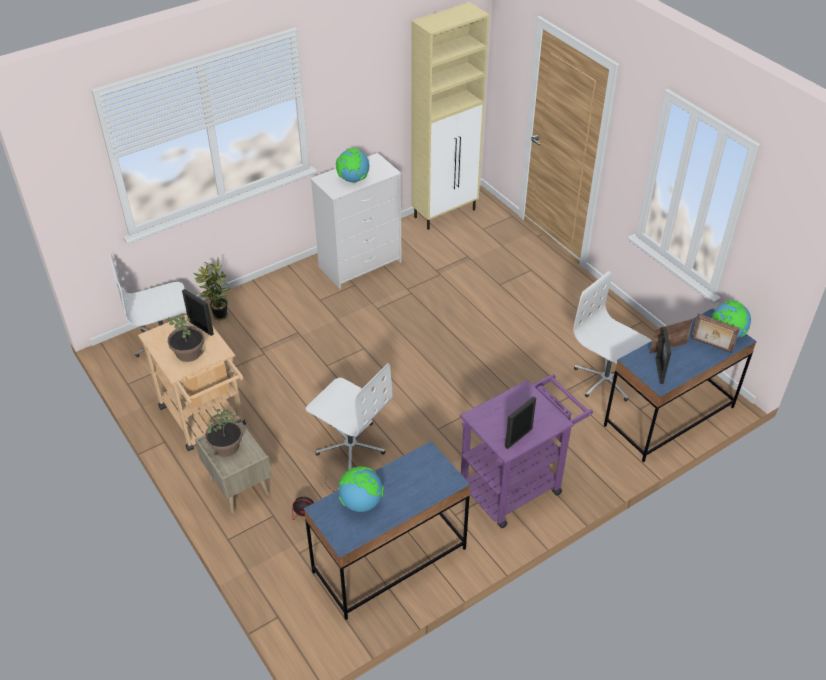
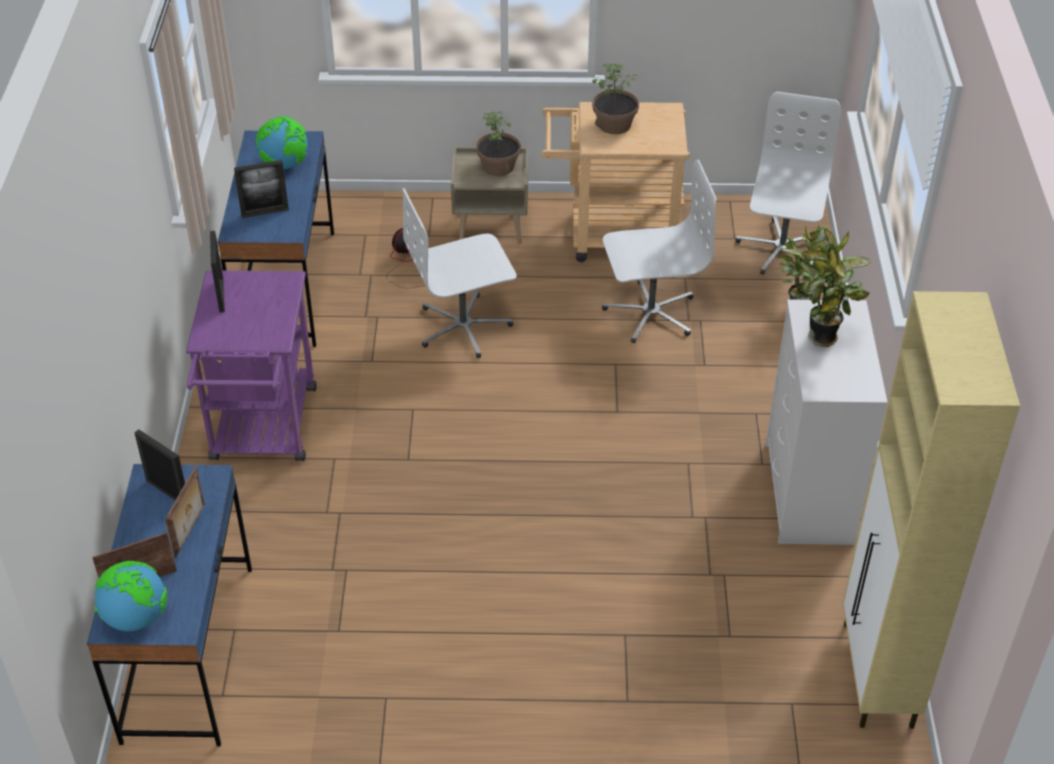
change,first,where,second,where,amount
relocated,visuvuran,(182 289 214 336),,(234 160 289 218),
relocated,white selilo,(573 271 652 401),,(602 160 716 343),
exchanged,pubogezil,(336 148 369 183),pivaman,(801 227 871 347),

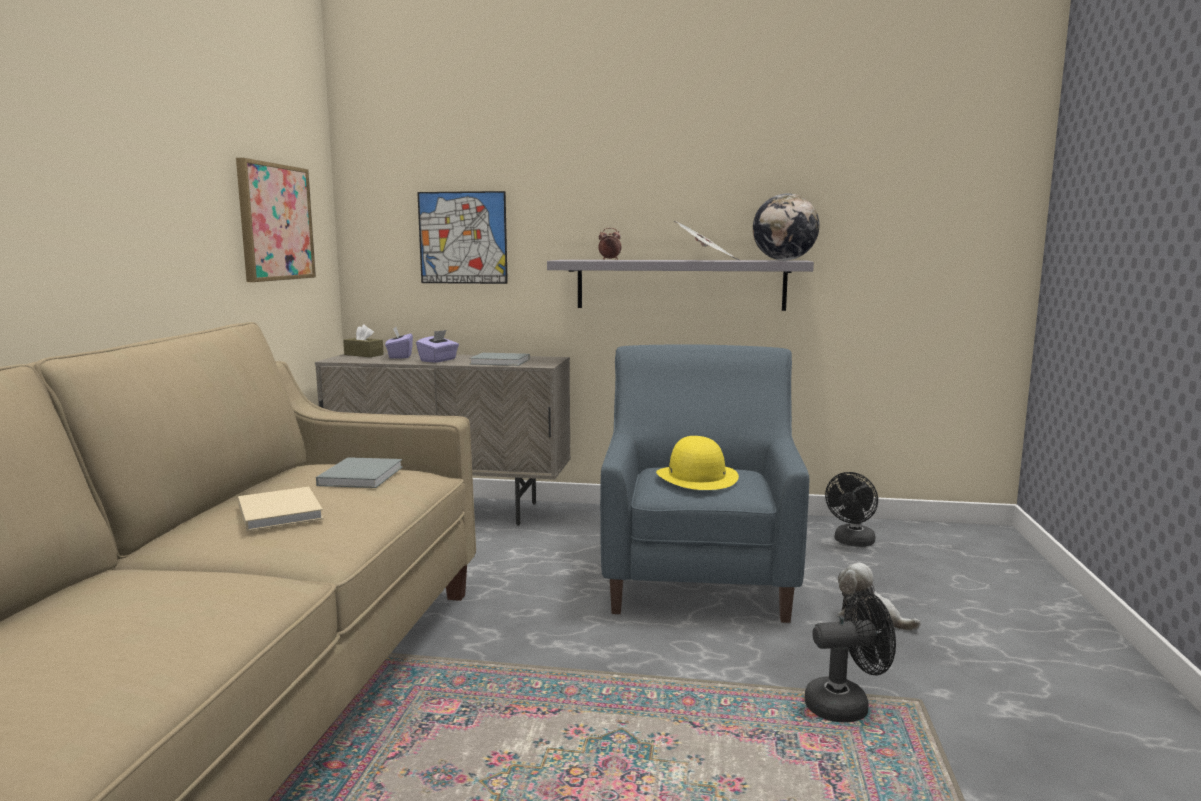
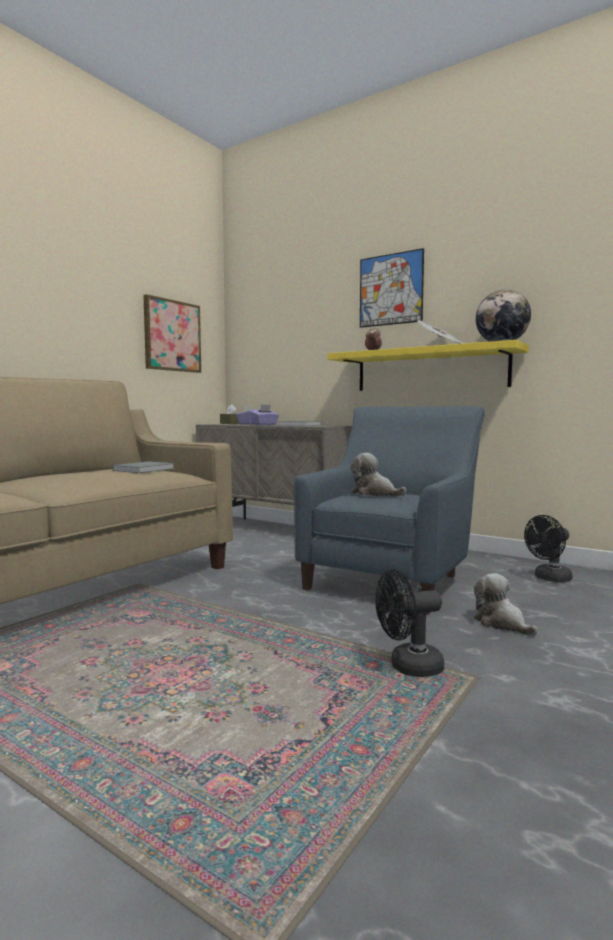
change,first,where,second,where,amount
colour,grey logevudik,(547 260 814 311),yellow logevudik,(327 340 529 391),
exchanged,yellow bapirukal,(656 436 739 490),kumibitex,(350 453 406 496),
relocated,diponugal,(417 191 508 284),,(360 248 424 328),
spun,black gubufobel,(805 591 896 722),,(375 569 444 677),150 degrees clockwise
missing,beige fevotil,(238 487 323 531),,,

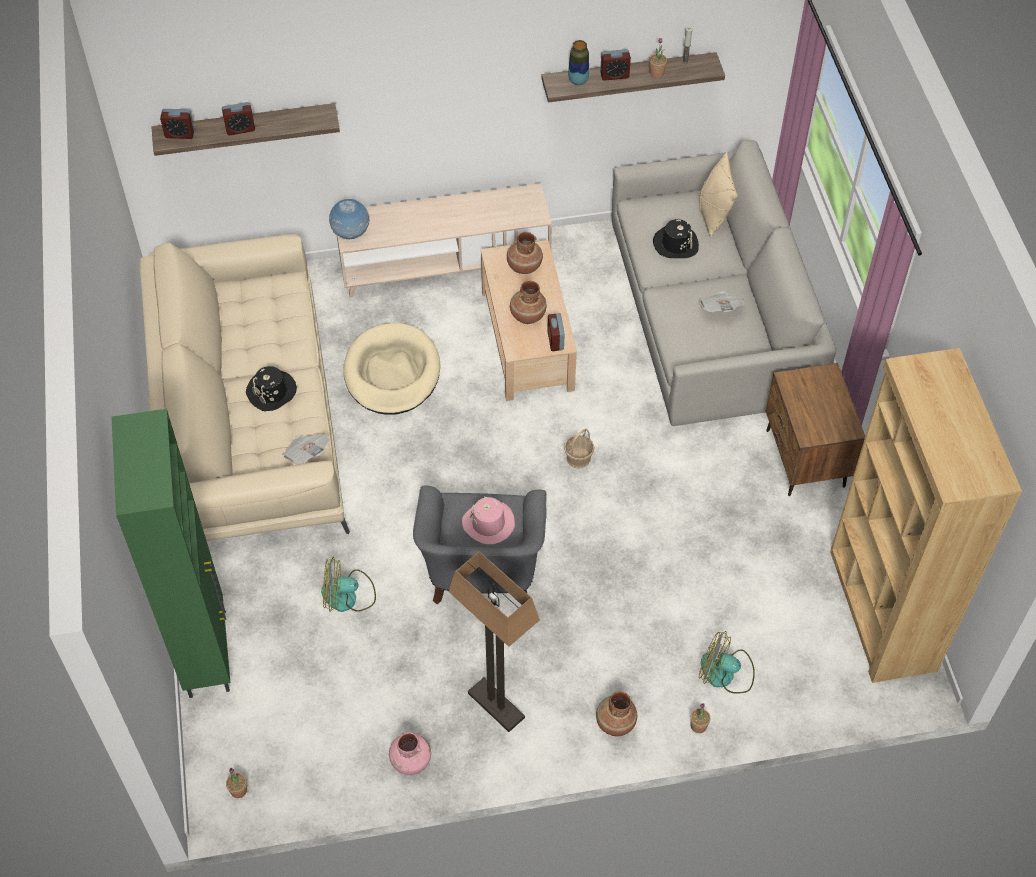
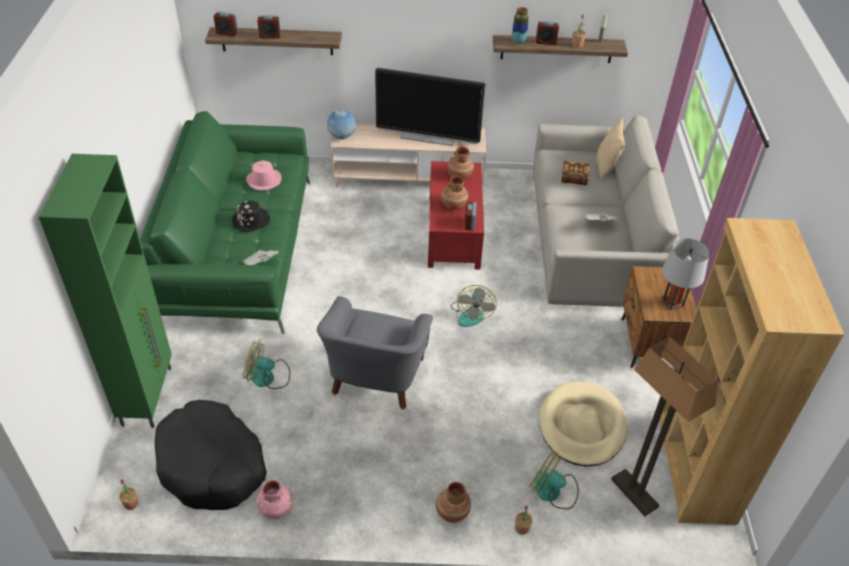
change,first,where,second,where,amount
colour,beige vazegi,(139 234 350 541),green vazegi,(140 111 310 335),
appeared,,,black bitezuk,(155 400 267 510),
relocated,pink bapirukal,(462 496 515 545),,(246 160 282 190),
appeared,,,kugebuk,(375 68 485 146),
colour,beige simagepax,(481 240 577 401),red simagepax,(428 161 484 270),
exchanged,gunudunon,(564 429 594 469),gubufobel,(451 285 497 327),
relocated,beige bitezuk,(343 323 440 415),,(539 381 627 467),
exchanged,black bapirukal,(653 219 699 258),fevotil,(561 161 590 186),
relocated,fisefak,(448 551 540 732),,(611 337 718 516),
appeared,,,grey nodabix,(662 238 709 310),

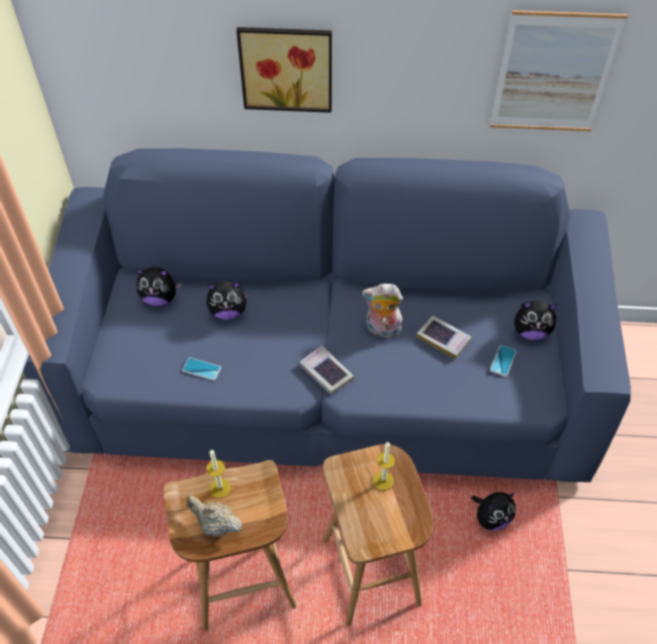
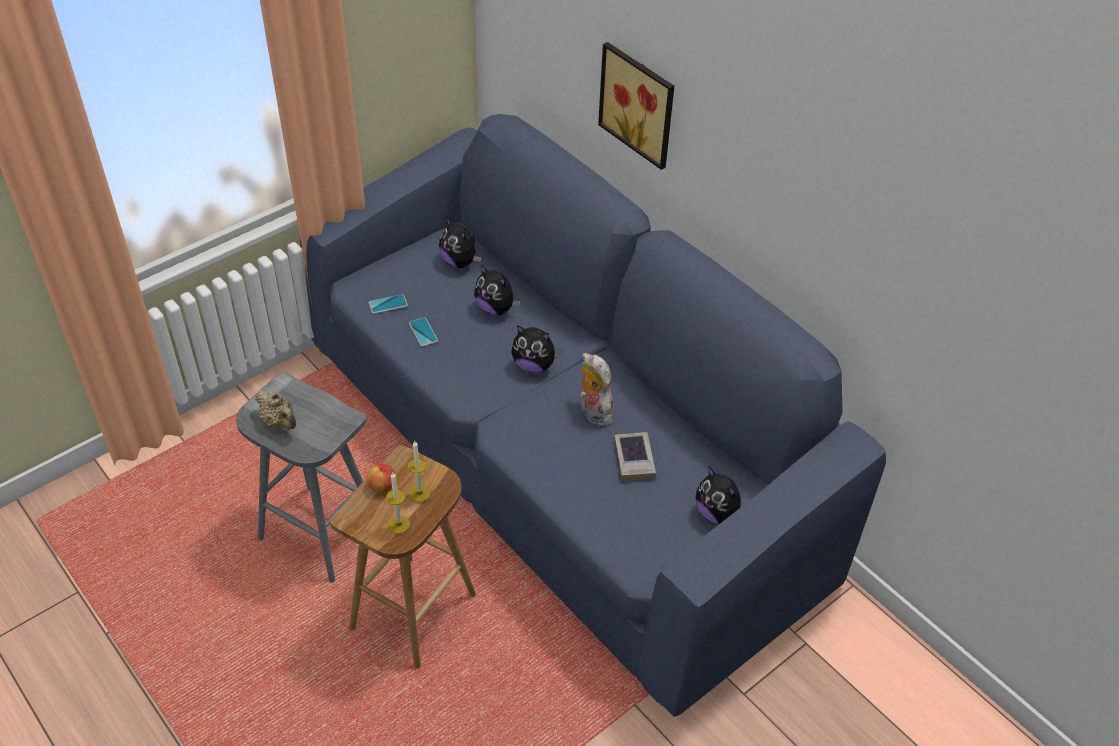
change,first,where,second,where,amount
colour,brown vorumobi,(163 460 297 631),grey vorumobi,(236 372 367 583),
spun,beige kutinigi,(186 496 243 536),,(255 390 296 429),150 degrees clockwise
appeared,,,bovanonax,(367 464 395 492),
relocated,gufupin,(490 345 517 376),,(369 294 408 314),
relocated,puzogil,(206 450 231 498),,(386 473 410 534),
relocated,kumibitex,(471 492 516 531),,(511 325 562 373),
missing,fevotil,(299 346 354 395),,,
missing,diponugal,(490 10 628 131),,,

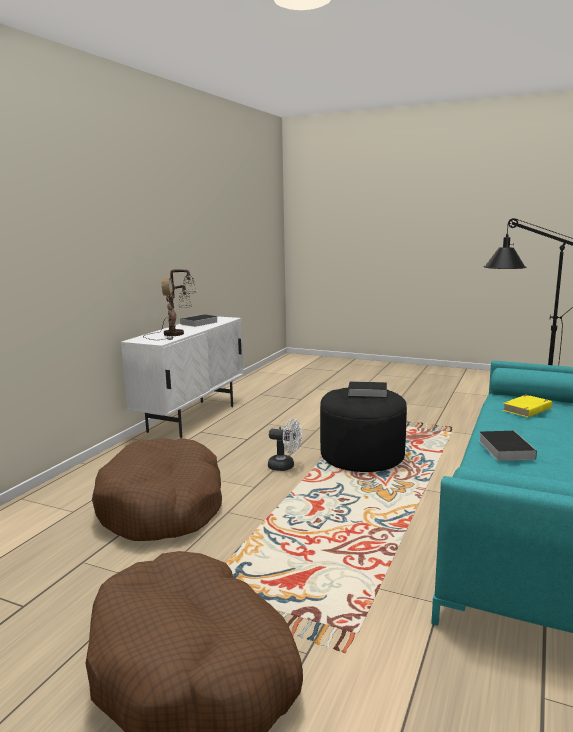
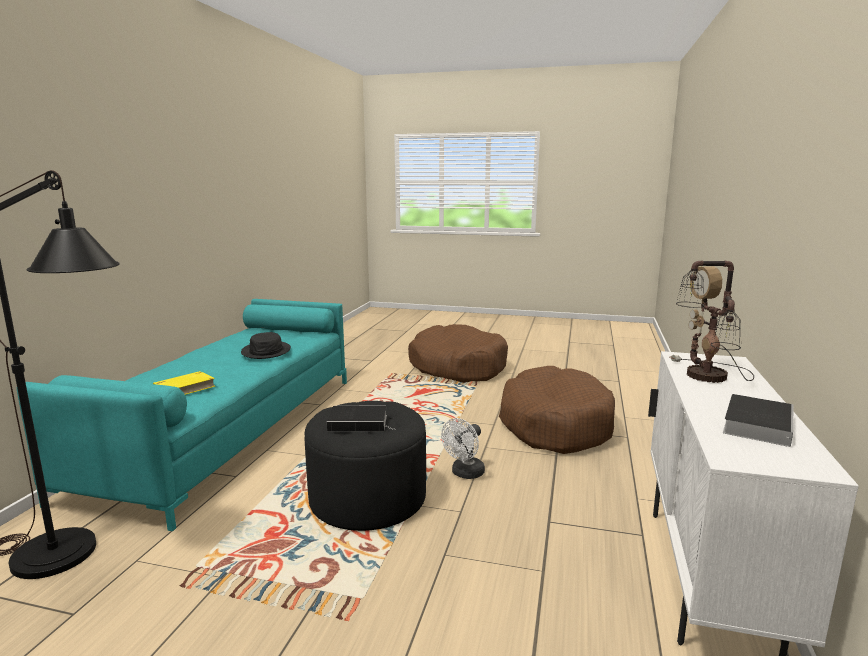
change,first,where,second,where,amount
exchanged,fevotil,(479 431 537 461),black bapirukal,(241 332 291 359),
spun,white gubufobel,(268 419 302 471),,(441 418 485 479),60 degrees counterclockwise

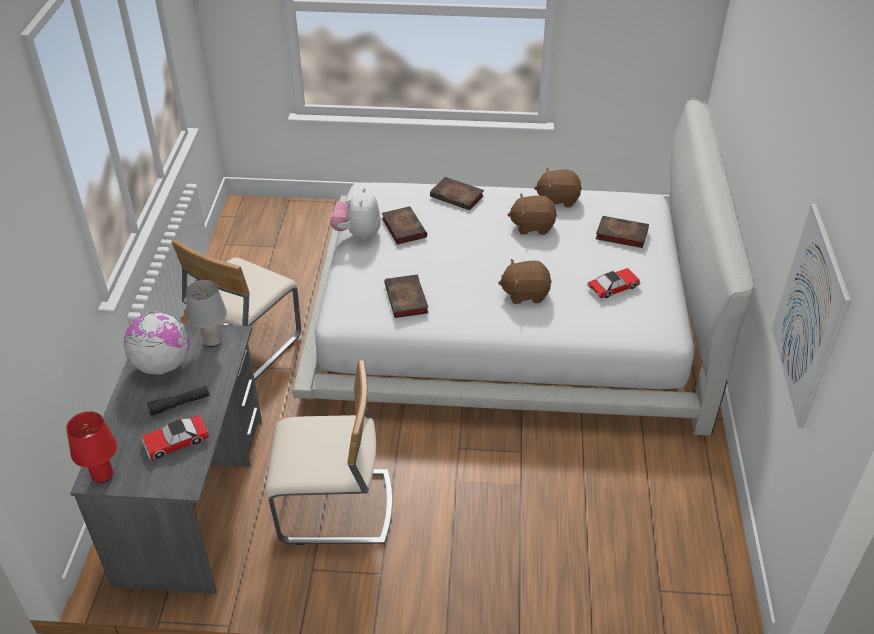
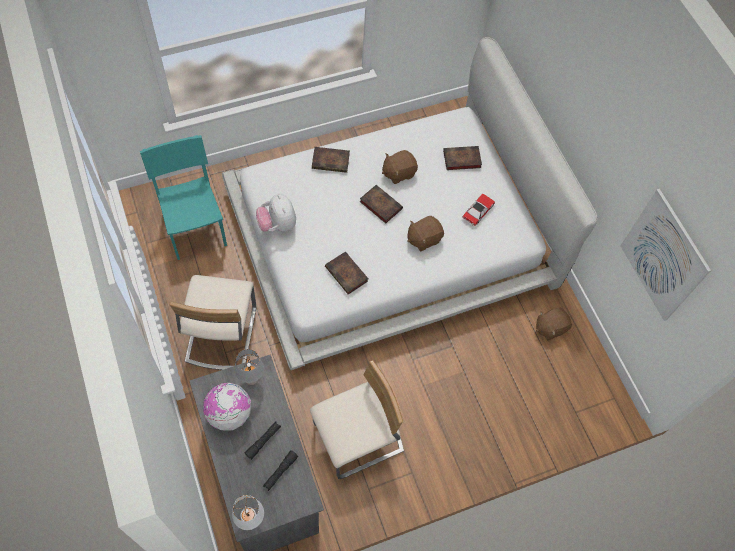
change,first,where,second,where,amount
appeared,,,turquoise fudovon,(140 135 227 260),
colour,red nodabix,(66 411 117 483),white nodabix,(232 495 264 530),
exchanged,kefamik,(141 415 210 459),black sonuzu,(263 450 298 491),
relocated,fevotil,(382 206 427 245),,(360 185 403 223),
relocated,brown kumibitex,(534 168 582 207),,(536 307 572 340),

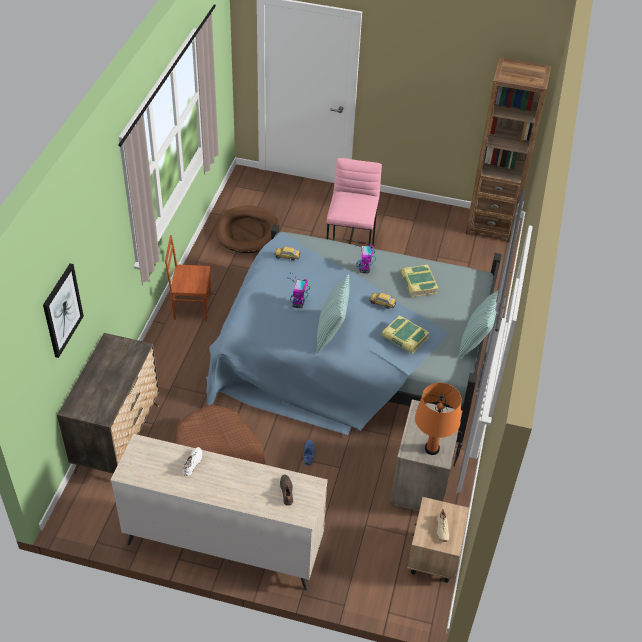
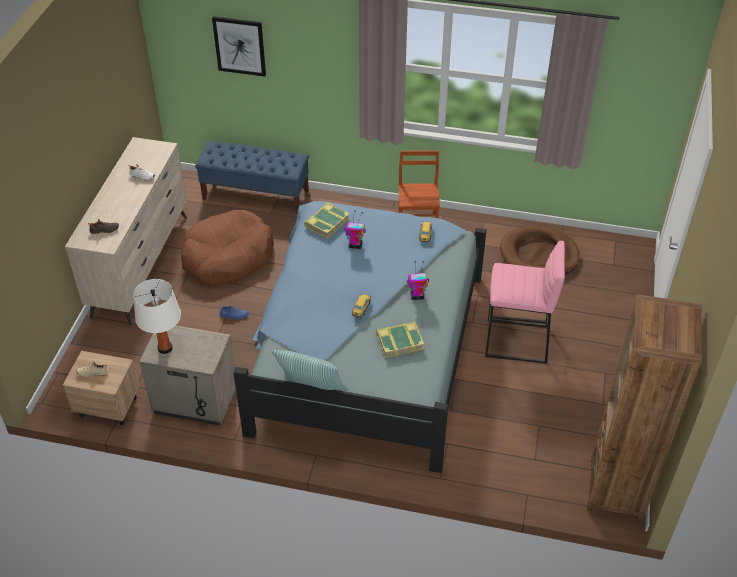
change,first,where,second,where,amount
colour,orange nodabix,(415 383 461 455),white nodabix,(133 279 181 354),
exchanged,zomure,(57 333 160 474),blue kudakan,(195 141 309 214),
relocated,fevotil,(382 315 430 354),,(304 202 350 239),
missing,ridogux,(317 274 349 353),,,

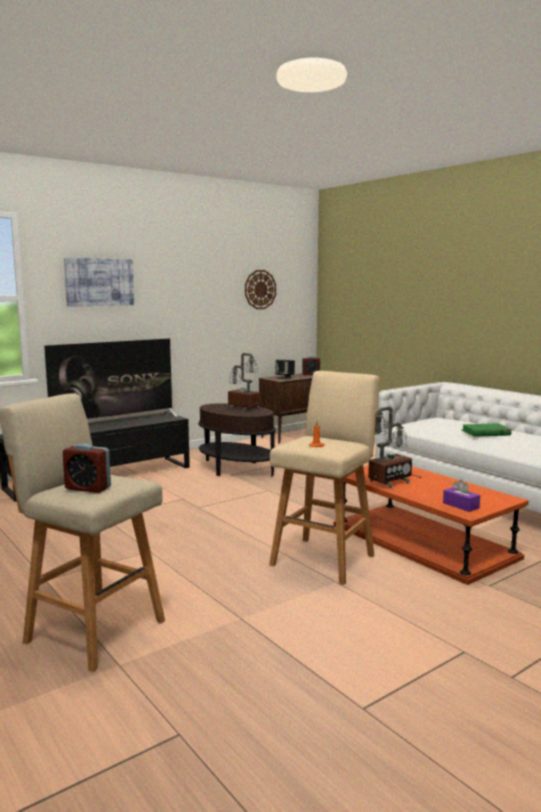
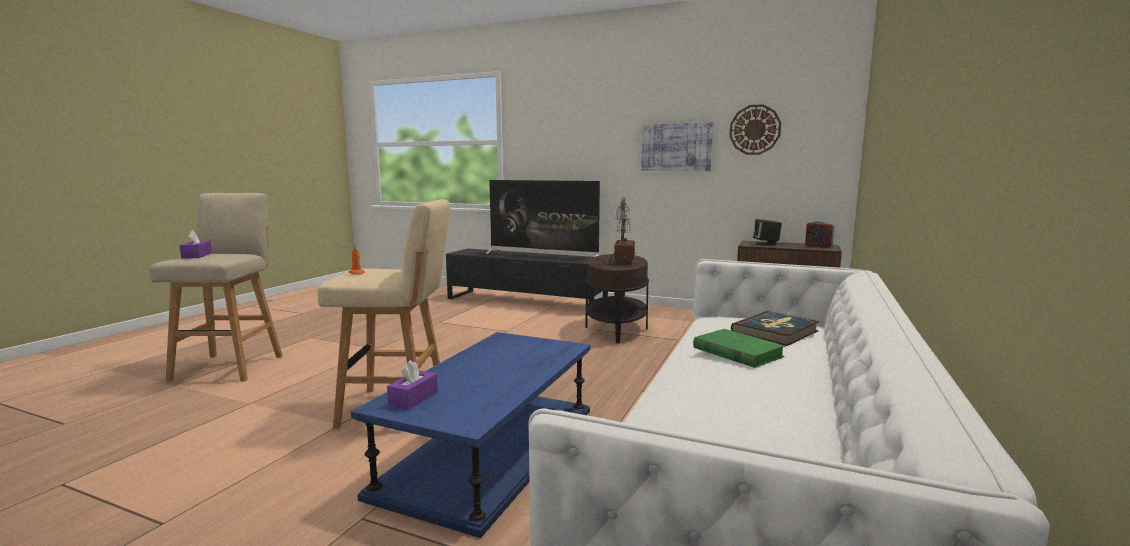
change,first,where,second,where,amount
exchanged,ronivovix,(63 443 111 493),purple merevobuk,(179 230 212 259),
colour,orange simagepax,(333 465 529 585),blue simagepax,(351 332 591 538),
relocated,diponugal,(64 258 134 307),,(641 122 713 171),
appeared,,,fevotil,(731 311 819 346),
missing,nodabix,(368 406 421 488),,,

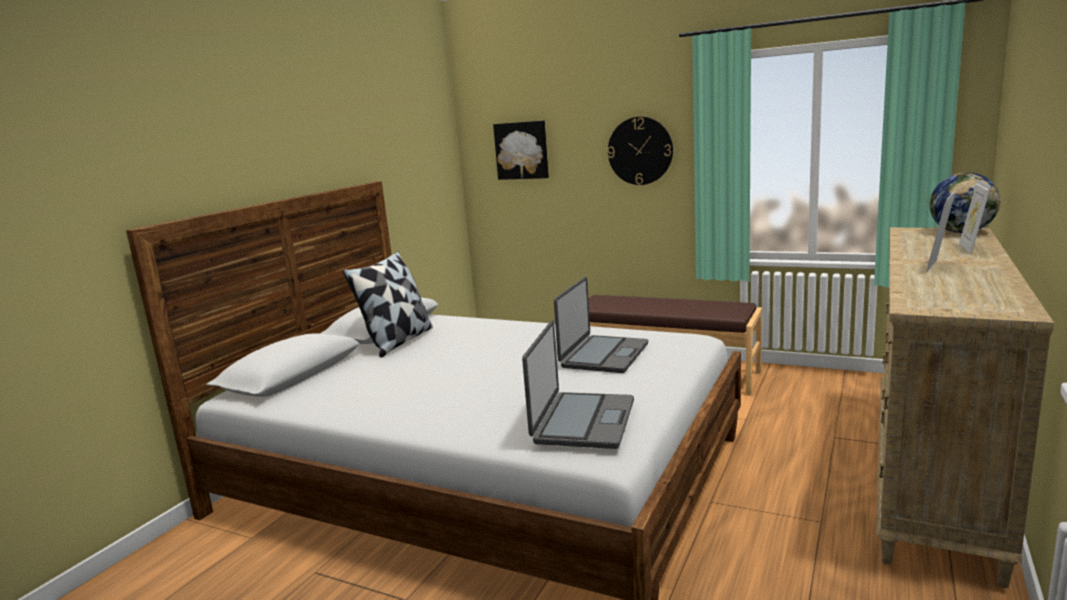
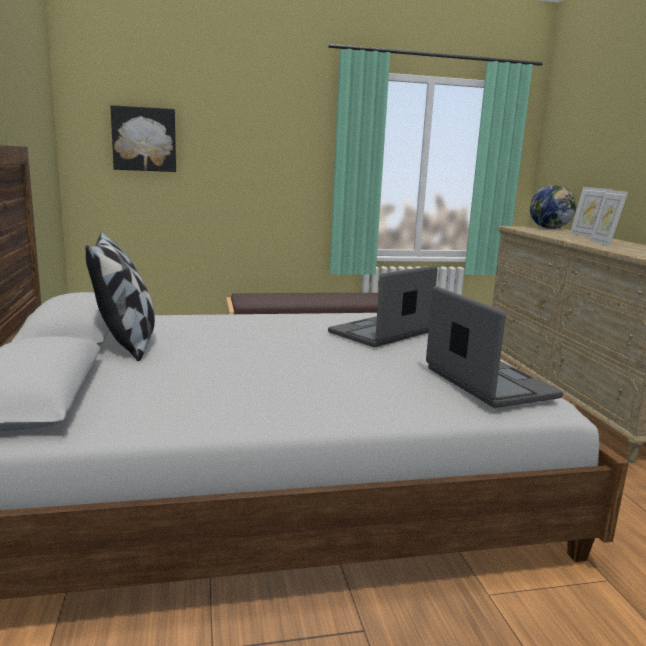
change,first,where,second,where,amount
spun,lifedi,(554 277 648 373),,(328 266 438 347),120 degrees counterclockwise
missing,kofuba,(607 117 673 185),,,

